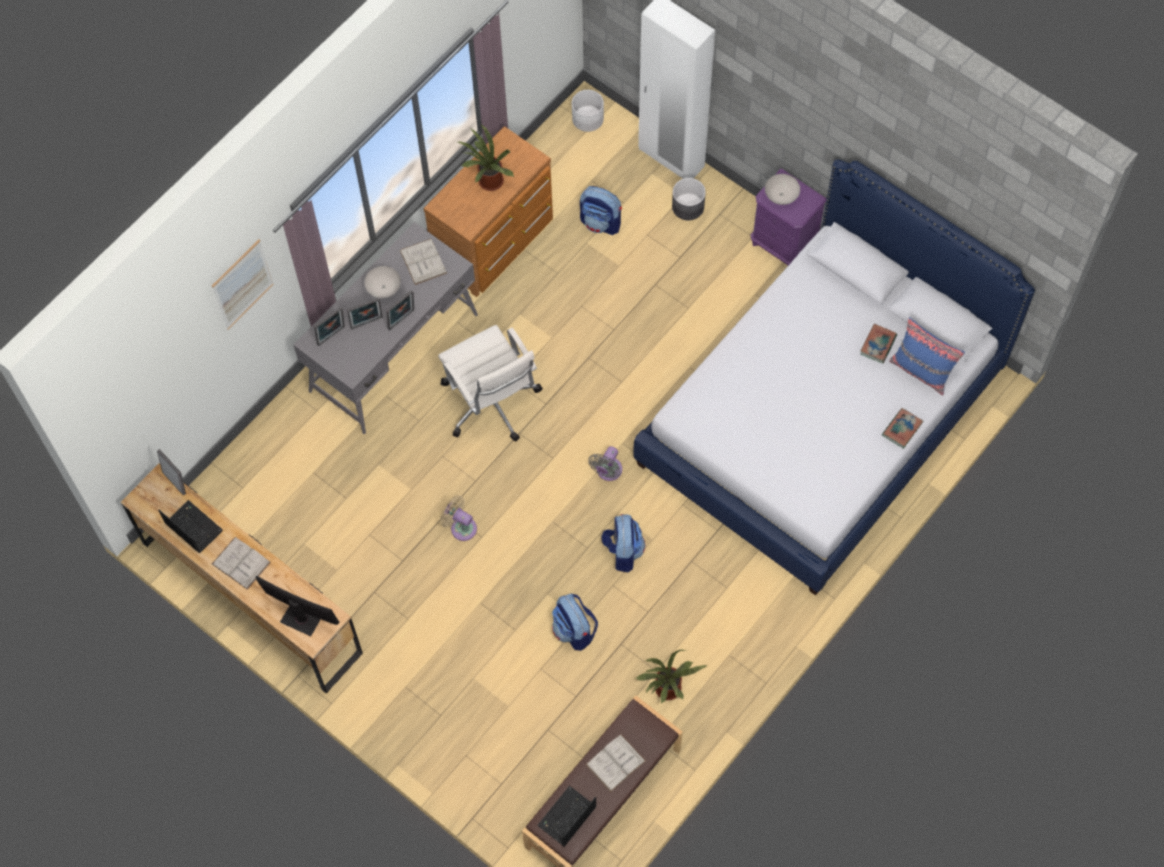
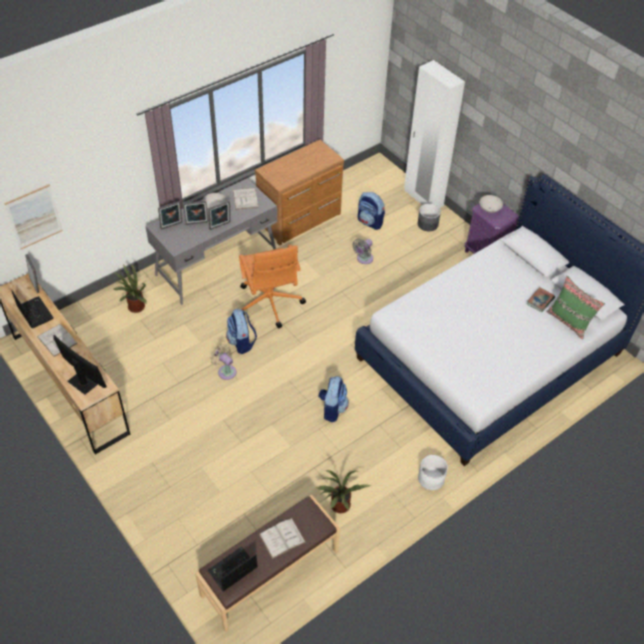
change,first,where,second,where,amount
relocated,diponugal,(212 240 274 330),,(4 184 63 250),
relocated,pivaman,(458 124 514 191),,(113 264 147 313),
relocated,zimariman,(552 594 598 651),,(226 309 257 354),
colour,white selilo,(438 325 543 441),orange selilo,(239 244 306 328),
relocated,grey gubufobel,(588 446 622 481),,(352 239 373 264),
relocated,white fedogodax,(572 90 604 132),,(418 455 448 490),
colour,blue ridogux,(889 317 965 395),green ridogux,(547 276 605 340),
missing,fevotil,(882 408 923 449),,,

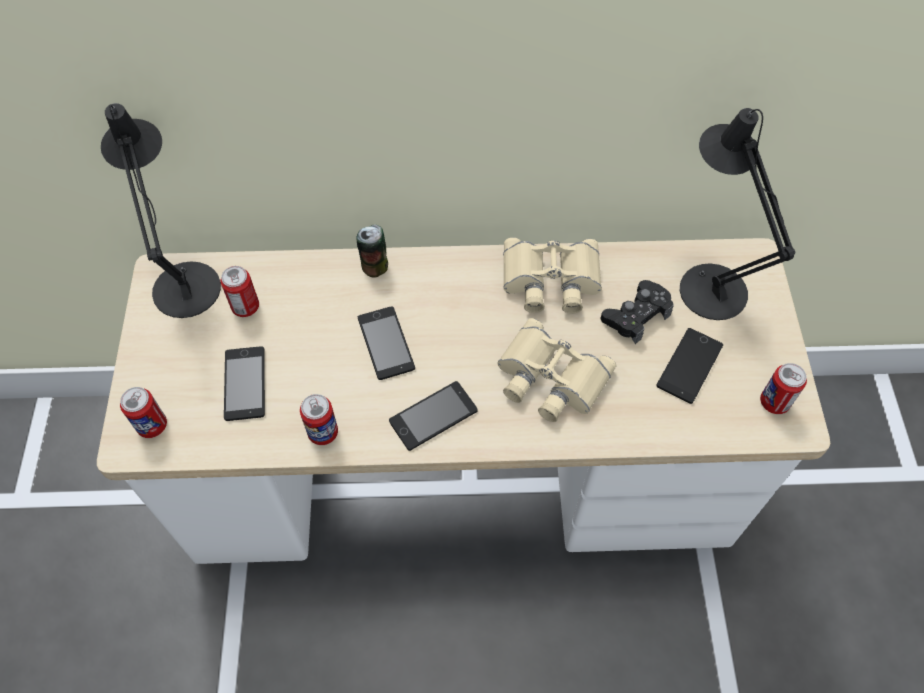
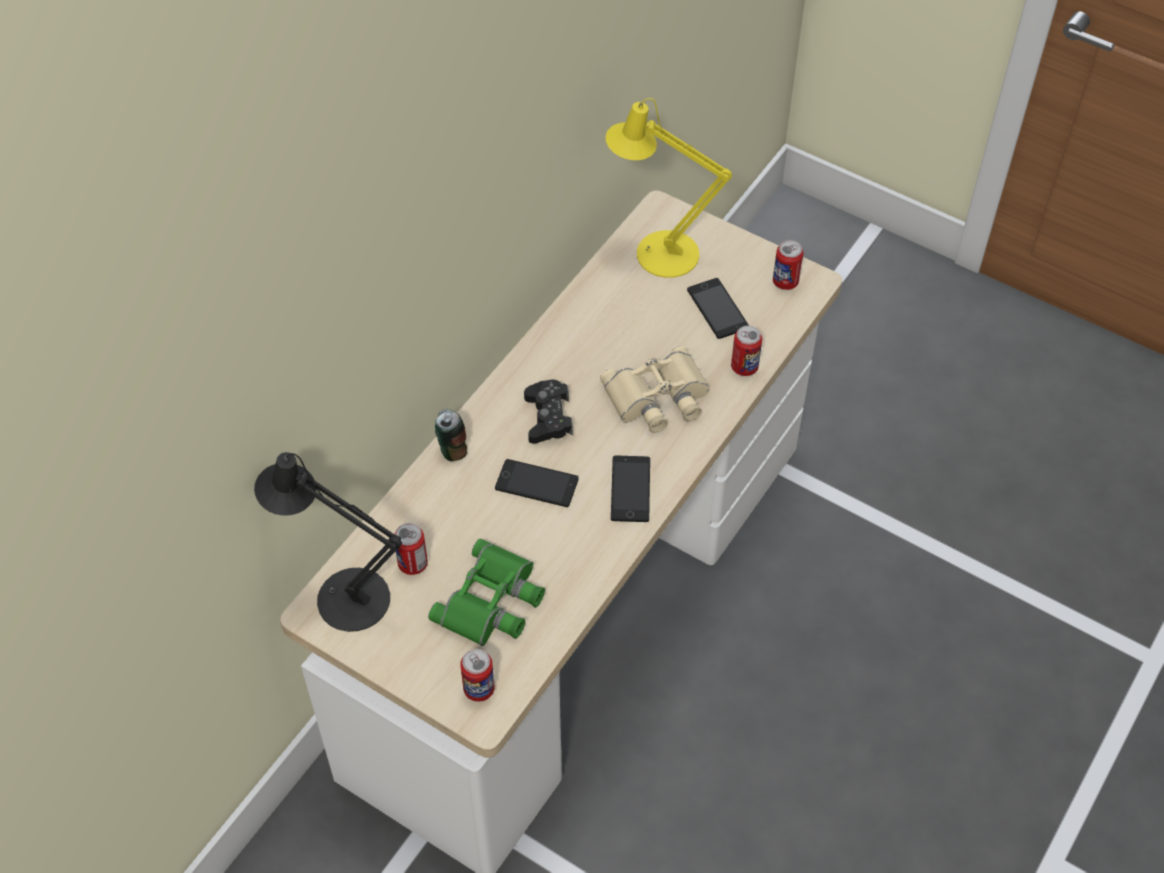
change,first,where,second,where,amount
exchanged,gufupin,(224 346 265 421),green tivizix,(428 539 545 646),
relocated,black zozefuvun,(600 280 674 344),,(524 379 573 443),
colour,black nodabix,(680 108 795 320),yellow nodabix,(605 98 732 278),
relocated,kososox,(300 394 338 445),,(731 326 762 376),
missing,beige tivizix,(503 237 602 314),,,

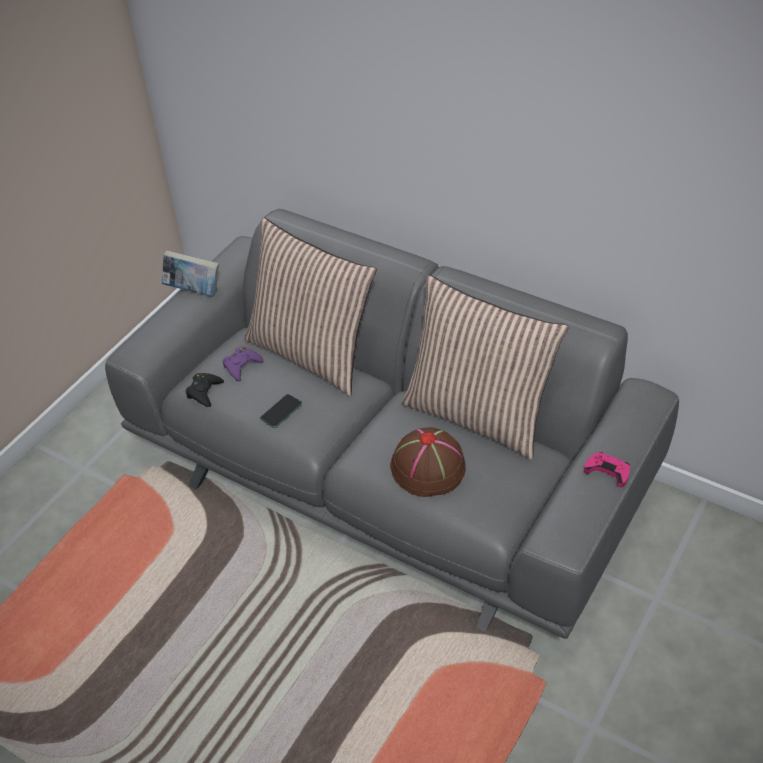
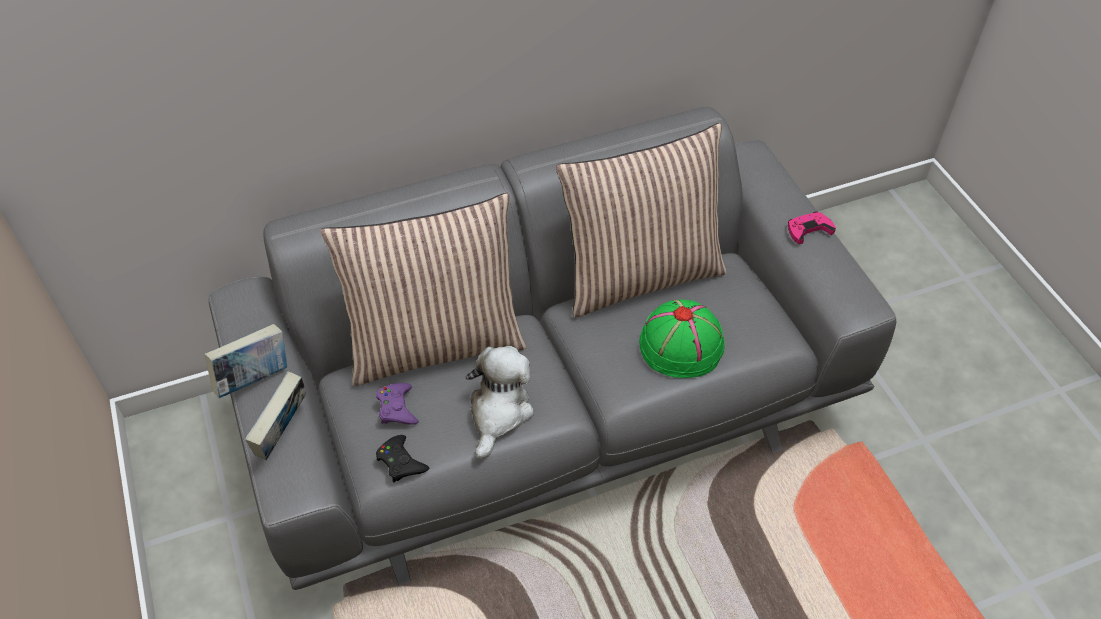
change,first,where,second,where,amount
appeared,,,fevotil,(245 371 306 460),
exchanged,gufupin,(260 394 302 428),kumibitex,(466 346 534 459),
colour,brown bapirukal,(390 427 466 497),green bapirukal,(639 300 725 378),

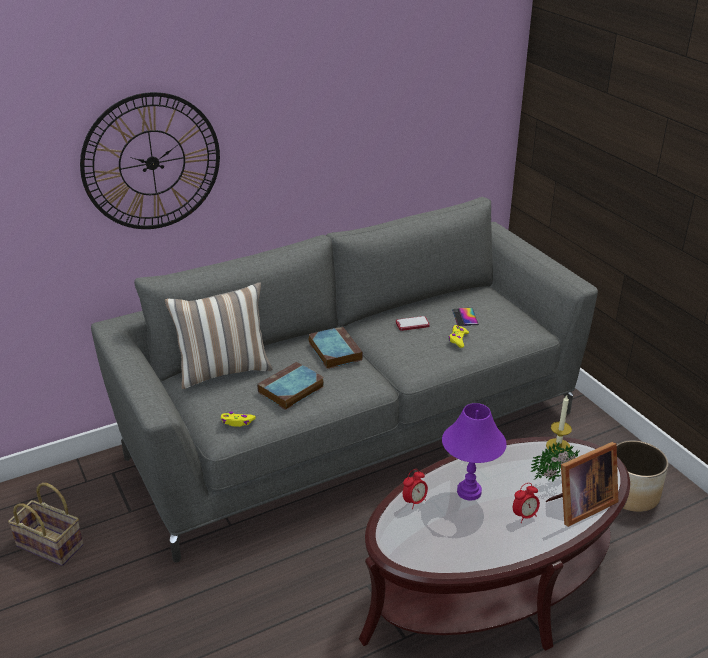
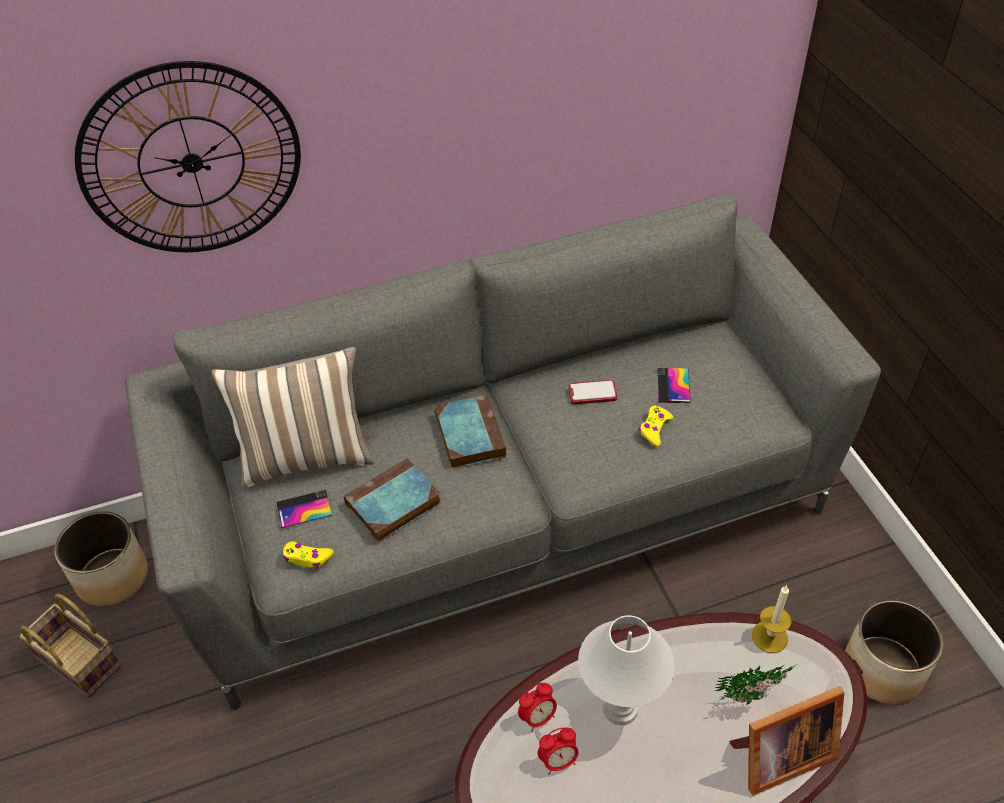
change,first,where,second,where,amount
appeared,,,fedogodax,(55 511 148 606),
appeared,,,gufupin,(276 490 332 528),
relocated,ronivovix,(513 483 540 523),,(538 727 578 775),
colour,purple nodabix,(442 403 507 501),white nodabix,(578 615 675 725),

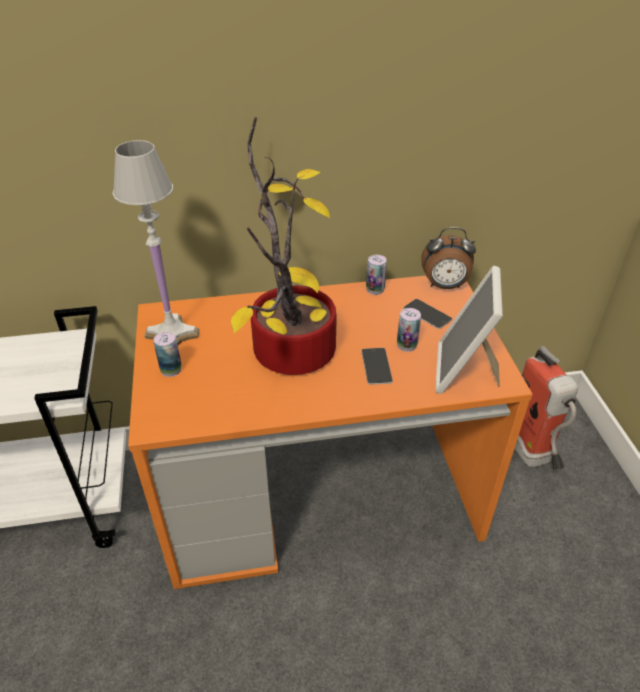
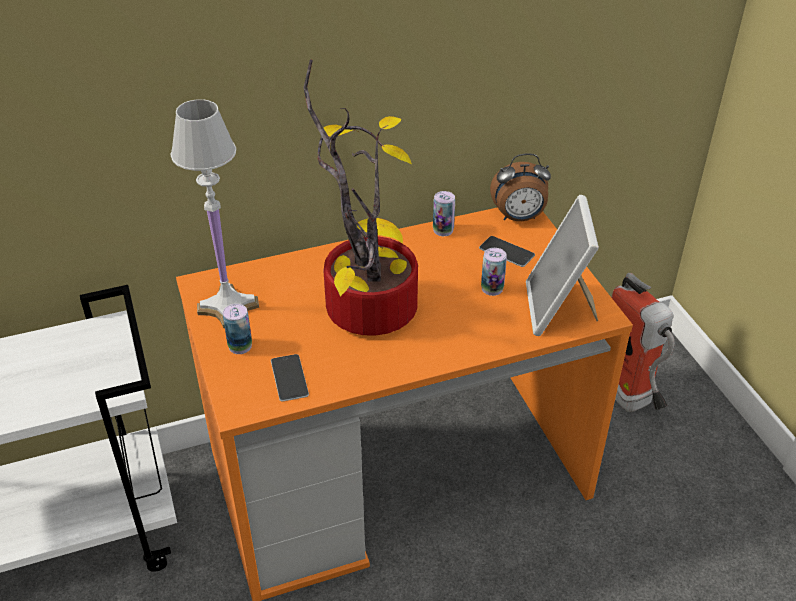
change,first,where,second,where,amount
relocated,gufupin,(361 348 393 385),,(271 354 309 402),

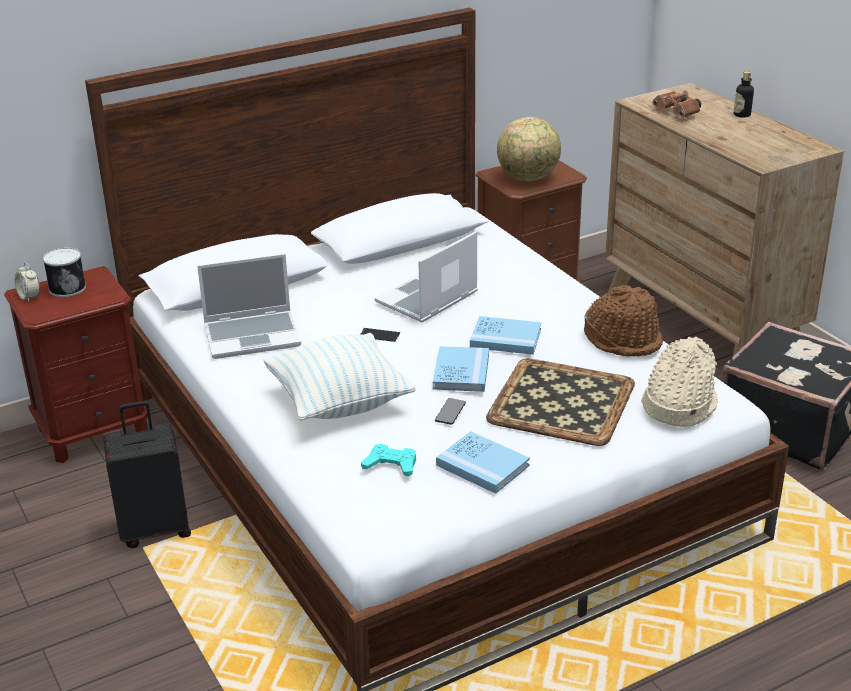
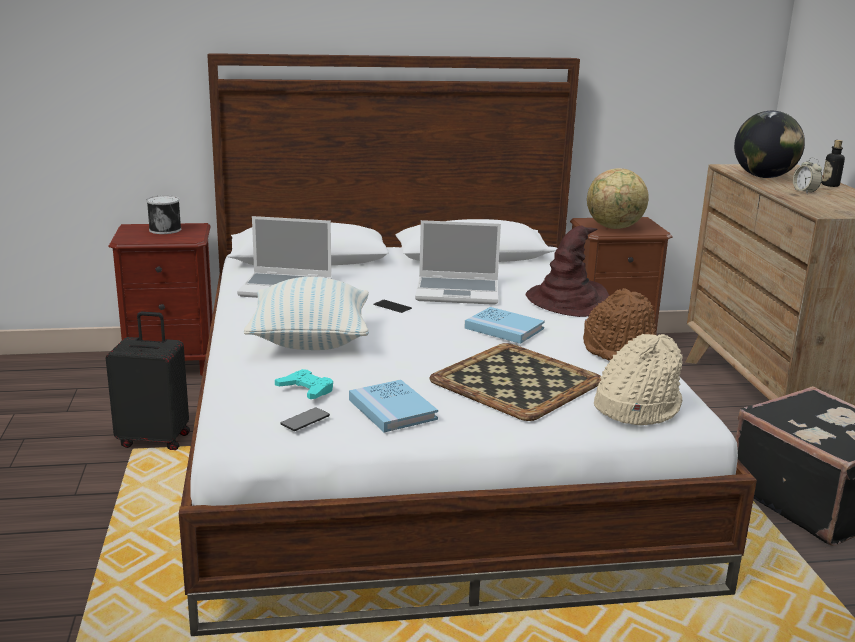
change,first,where,second,where,amount
relocated,gufupin,(435 398 466 425),,(280 407 330 431),
spun,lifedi,(375 231 478 323),,(415 220 501 305),150 degrees counterclockwise
appeared,,,brown bapirukal,(526 226 610 317),
exchanged,brown tivizix,(653 90 701 118),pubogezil,(734 111 805 178),
relocated,ronivovix,(15 263 40 302),,(793 157 822 194),
missing,blue fevotil,(433 346 489 392),,,

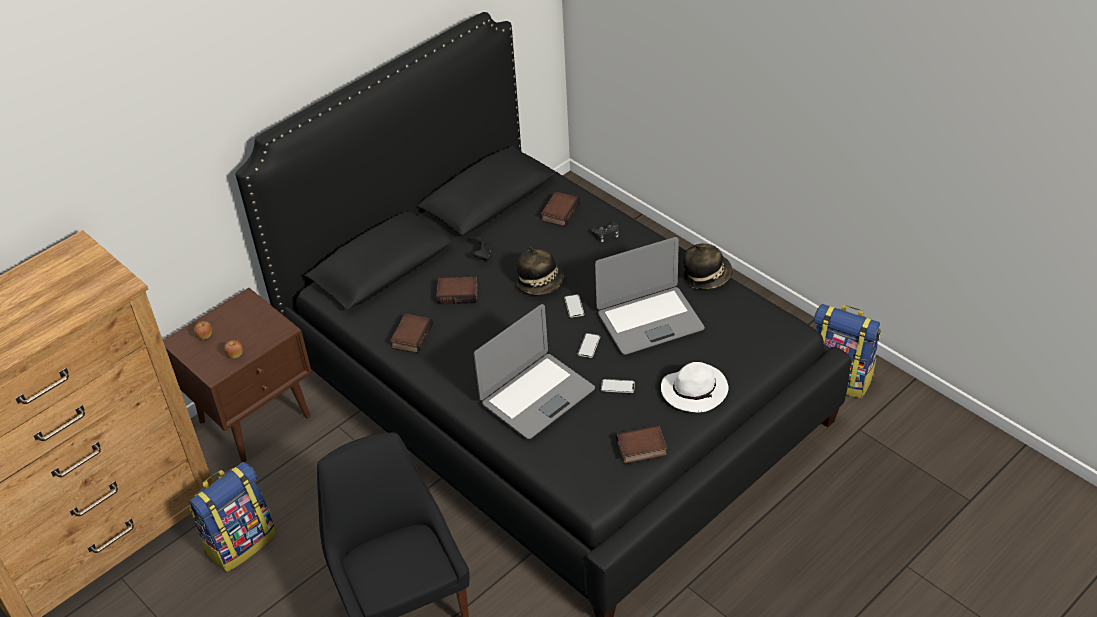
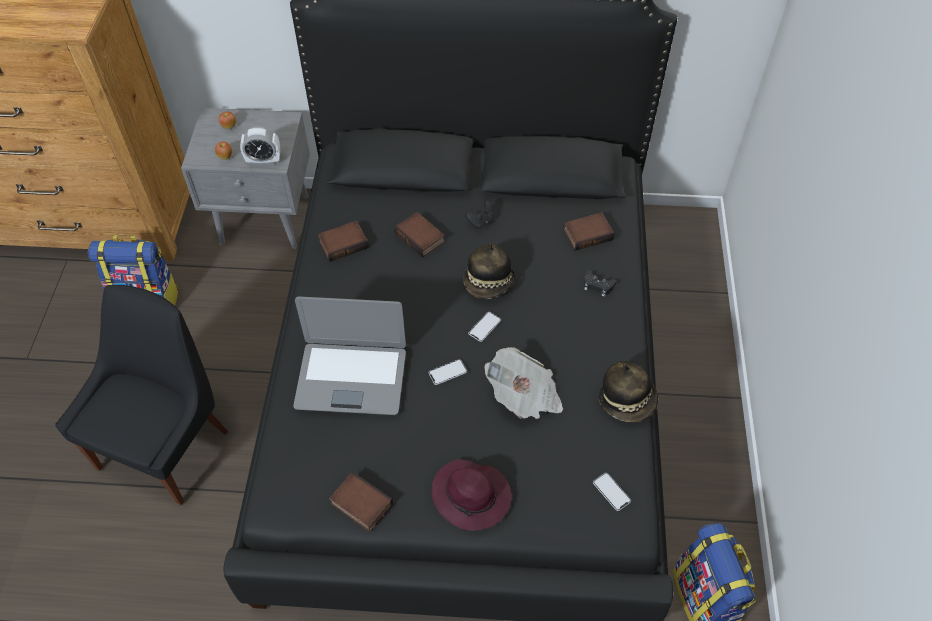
change,first,where,second,where,amount
colour,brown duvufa,(163 288 312 462),grey duvufa,(181 108 310 249),
appeared,,,ronivovix,(240 126 280 165),
colour,white bapirukal,(661 362 729 412),purple bapirukal,(431 459 511 531),
exchanged,lifedi,(595 237 705 355),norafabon,(484 347 563 419),
relocated,gufupin,(601 379 635 393),,(593 473 631 511),

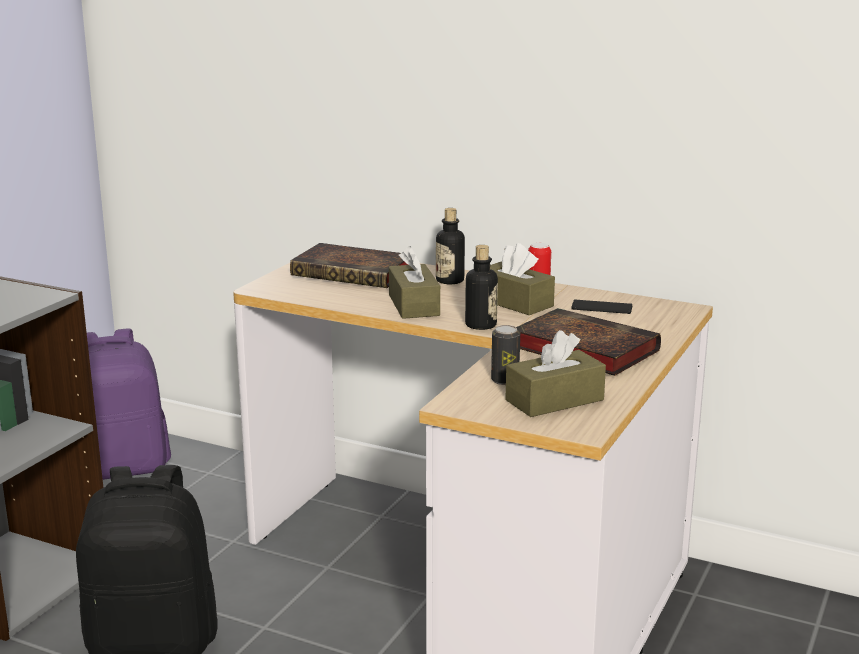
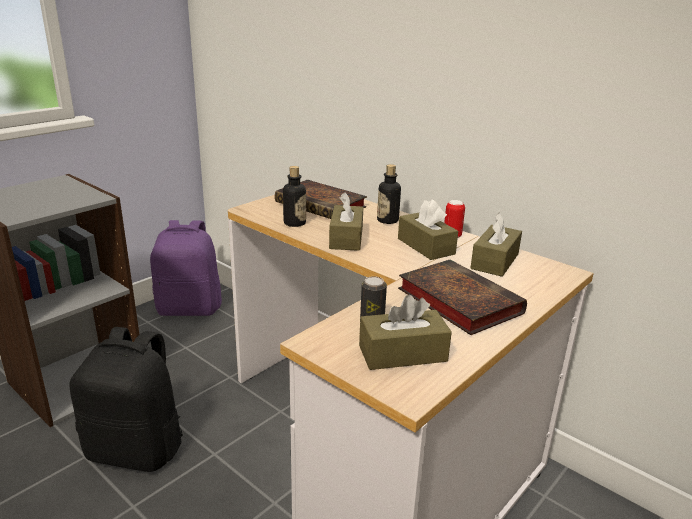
change,first,where,second,where,amount
relocated,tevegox,(465 245 498 330),,(283 166 306 227),
exchanged,gufupin,(571 299 632 314),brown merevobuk,(471 212 522 277),

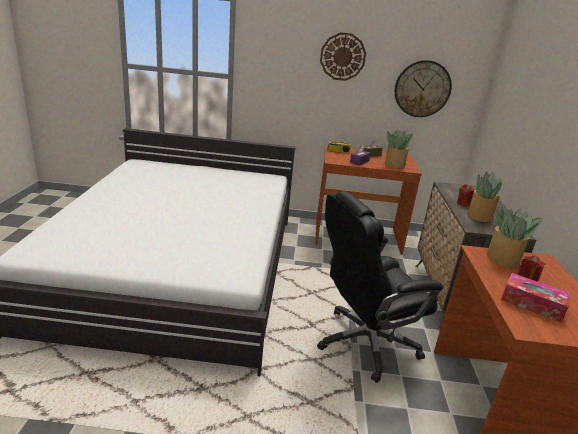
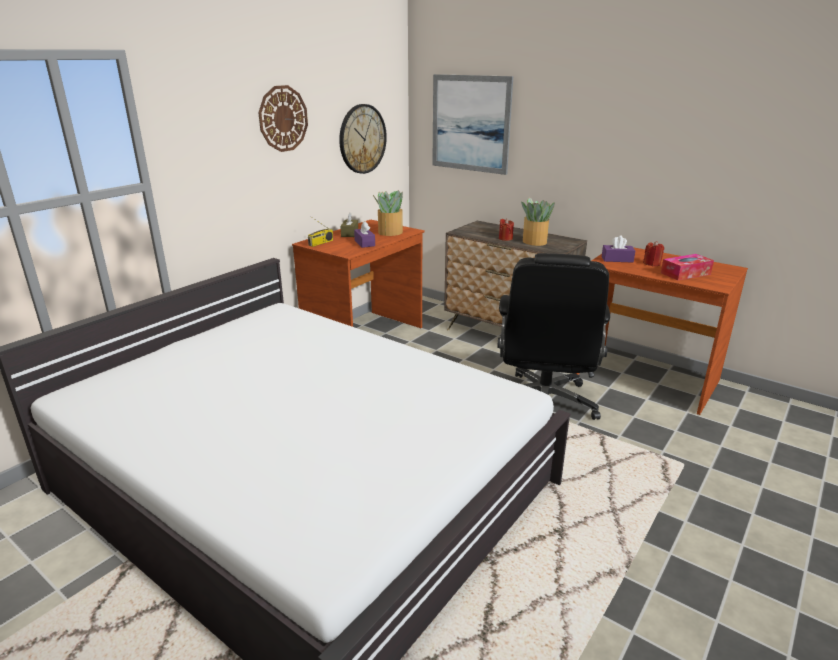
change,first,where,second,where,amount
appeared,,,diponugal,(432 74 513 175),
exchanged,pivaman,(487 204 543 268),purple merevobuk,(602 236 635 262),

